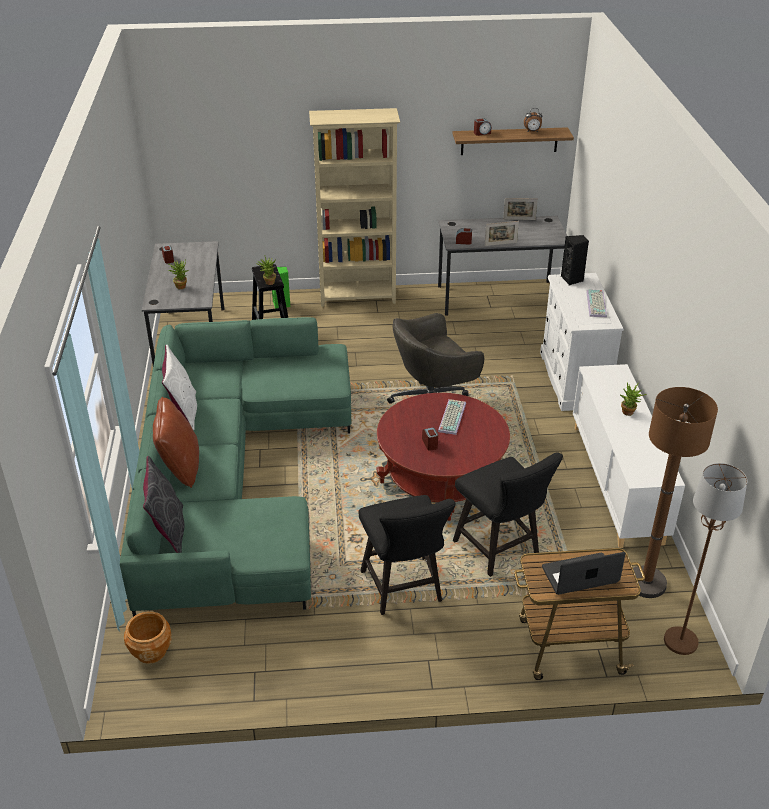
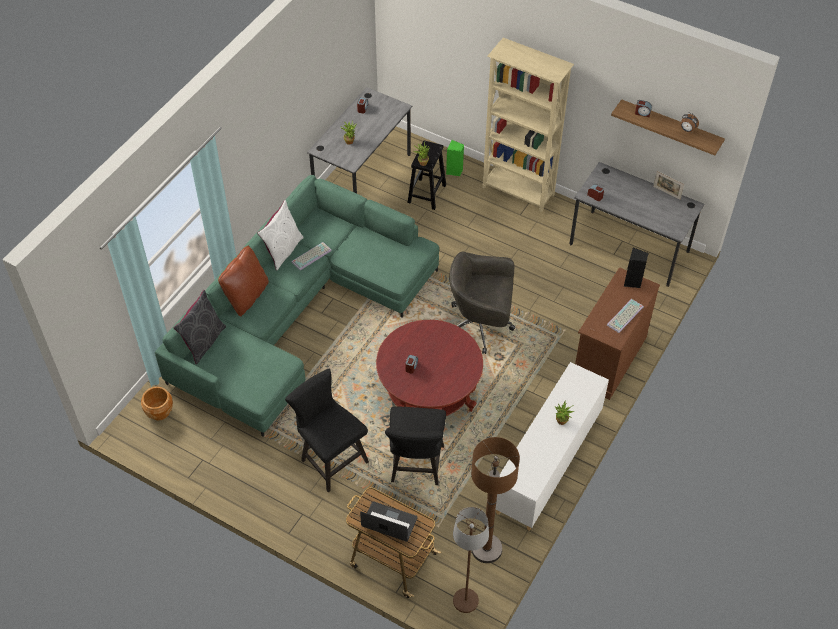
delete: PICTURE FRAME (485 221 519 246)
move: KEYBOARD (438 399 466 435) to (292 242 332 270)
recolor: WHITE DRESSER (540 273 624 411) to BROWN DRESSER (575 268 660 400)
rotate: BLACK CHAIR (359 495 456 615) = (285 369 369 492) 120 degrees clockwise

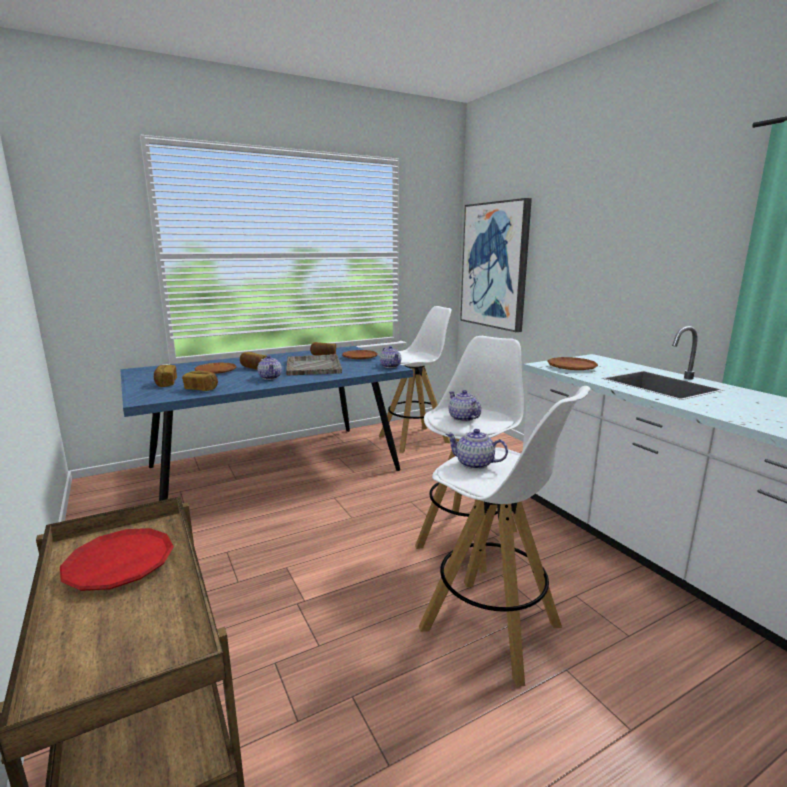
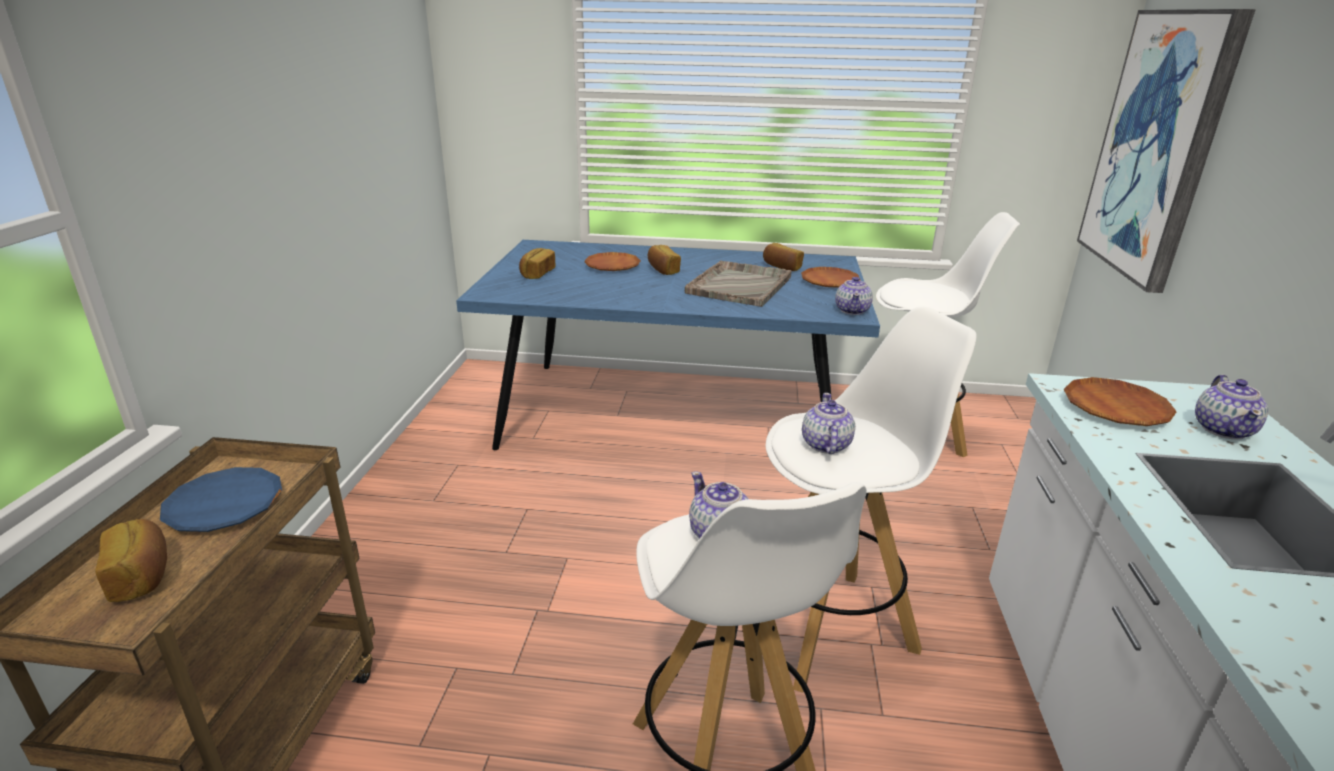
move: TEAPOT (257 355 282 380) to (1195 374 1268 439); BREAD (182 371 218 391) to (95 519 167 602)
recolor: RED PLATE (60 528 174 591) to BLUE PLATE (160 467 282 532)

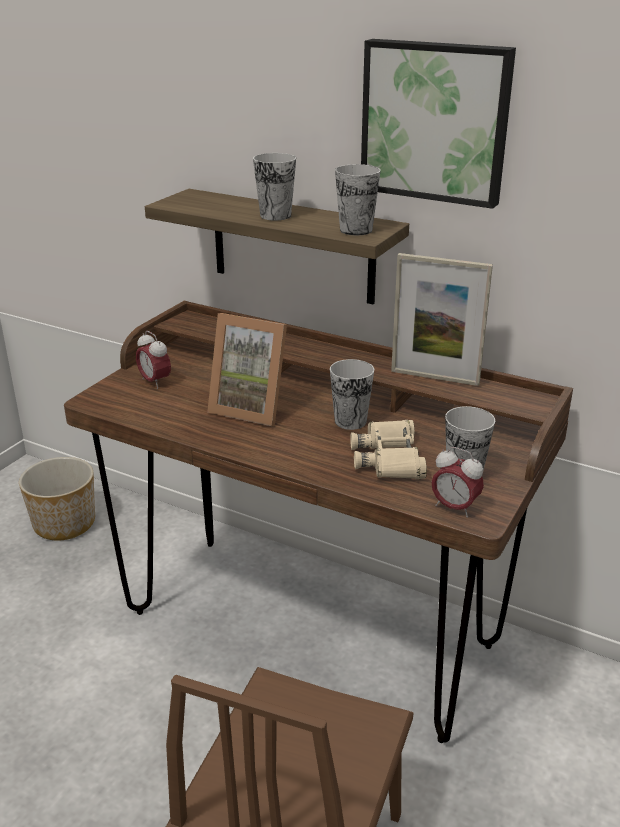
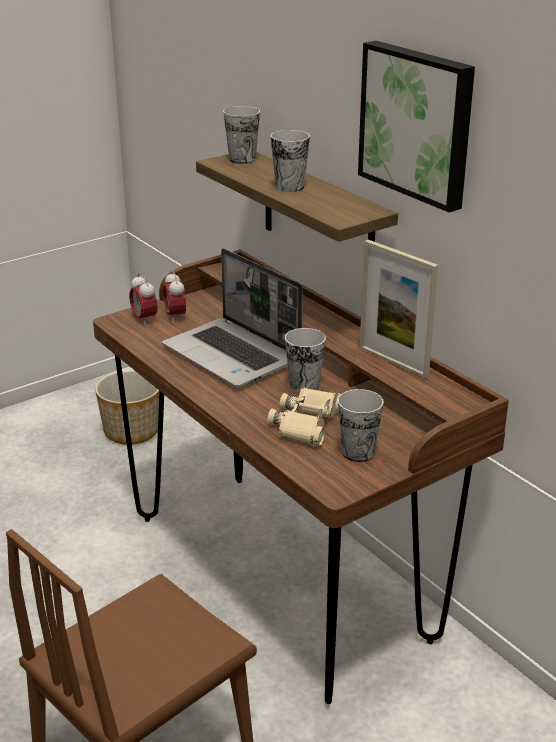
move: CUP (335 164 381 235) to (223 106 260 164); ALARM CLOCK (431 447 484 518) to (129 273 158 325)
replace: PICTURE FRAME (207 313 287 426) to LAPTOP (162 248 303 387)

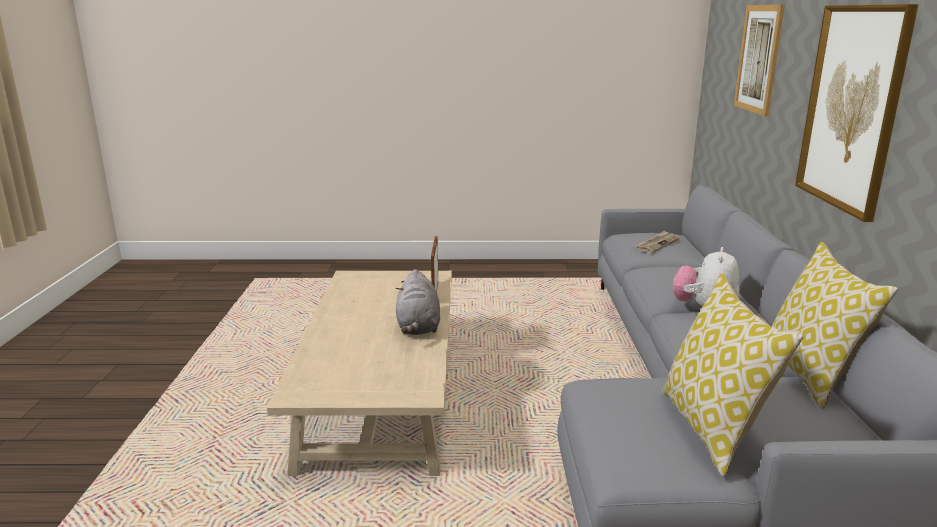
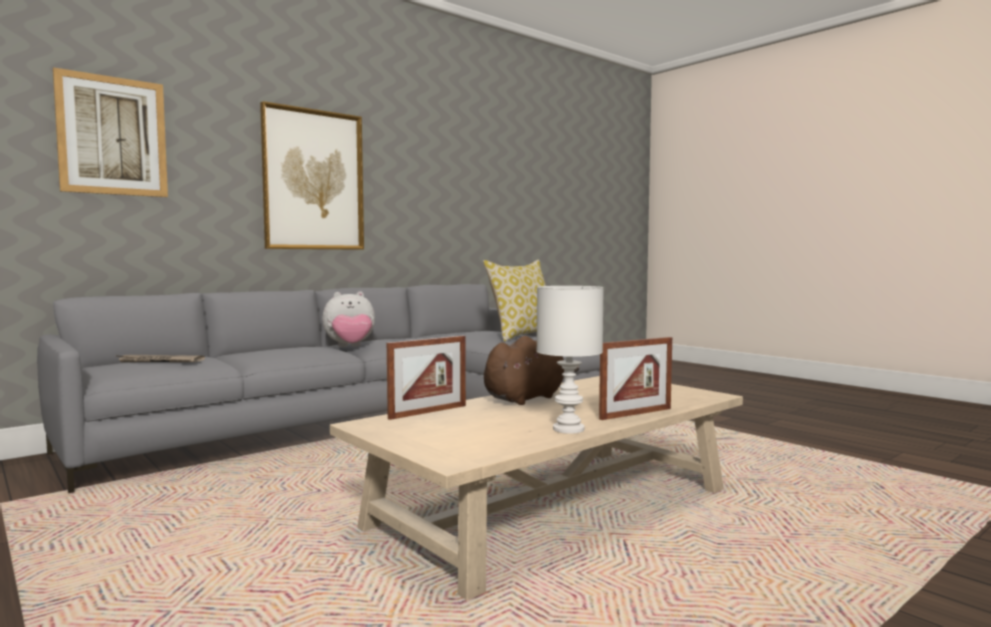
delete: PILLOW (772 242 898 409)
insert: WHITE TABLE LAMP (537 286 604 434); PICTURE FRAME (599 337 672 420)
recolor: GREY PLUSH TOY (396 269 440 335) to BROWN PLUSH TOY (484 336 579 405)

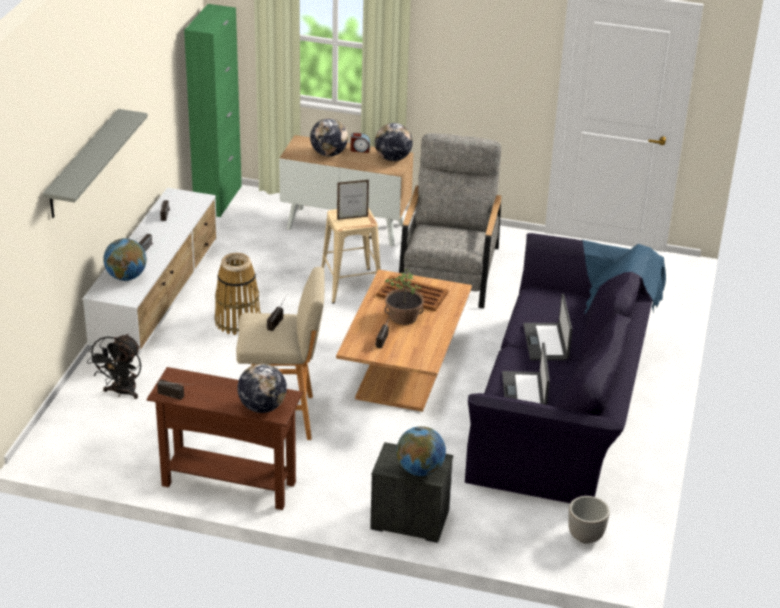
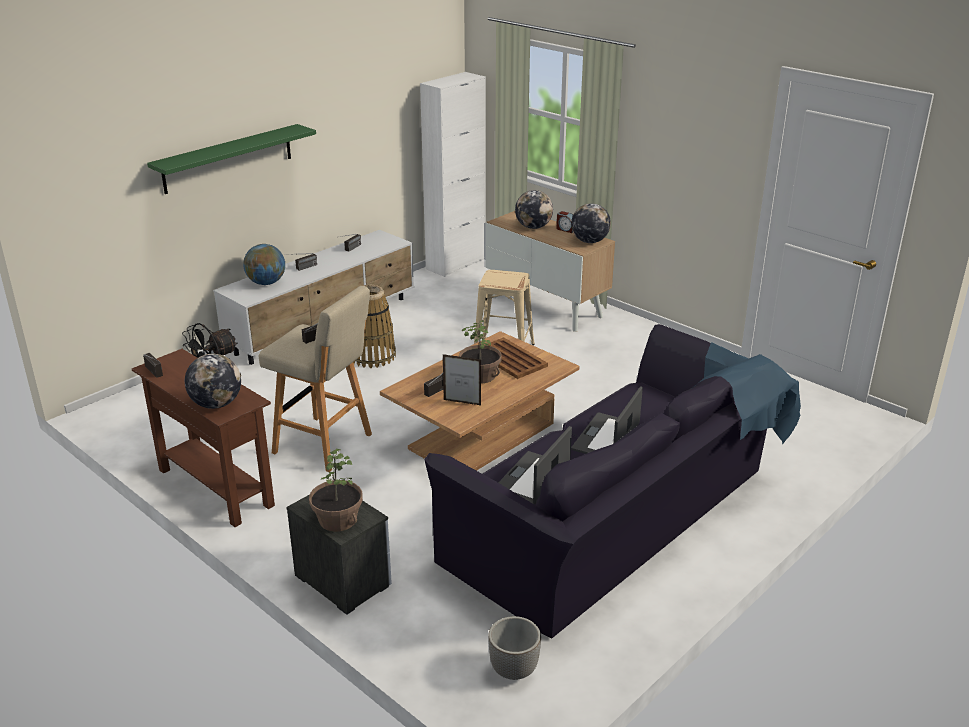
delete: GREY ARMCHAIR (399 133 501 308)
move: PICTURE FRAME (337 180 369 220) to (443 354 481 405)
replace: GLOBE (396 426 446 476) to POTTED PLANT (309 449 363 532)
recolor: GREEN CABINET (184 4 242 217) to WHITE CABINET (420 72 486 277); GREY SHELF (43 109 148 218) to GREEN SHELF (147 124 316 194)

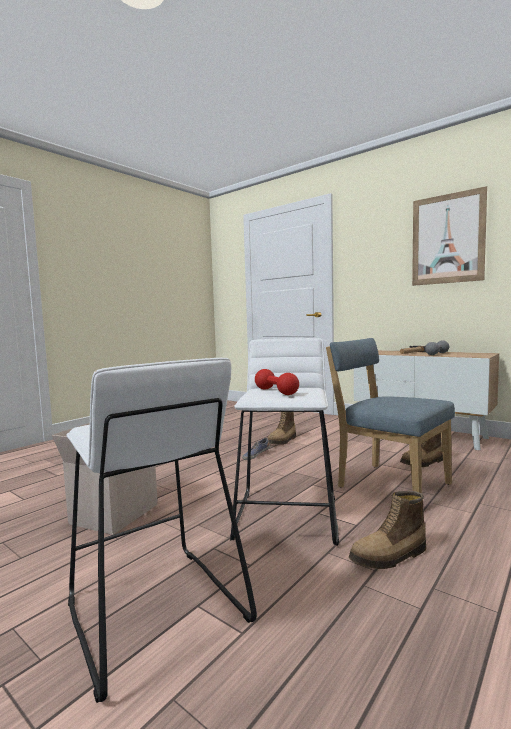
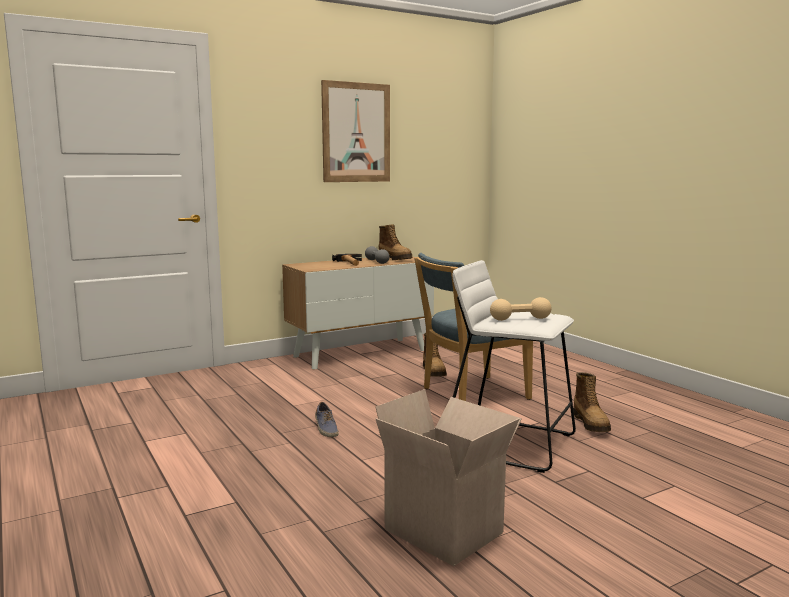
delete: WHITE STOOL (67 358 257 703)
move: BOOT (267 412 296 445) to (379 224 413 260)
recolor: RED DUMBBELL (255 369 299 395) to BEIGE DUMBBELL (490 297 552 321)

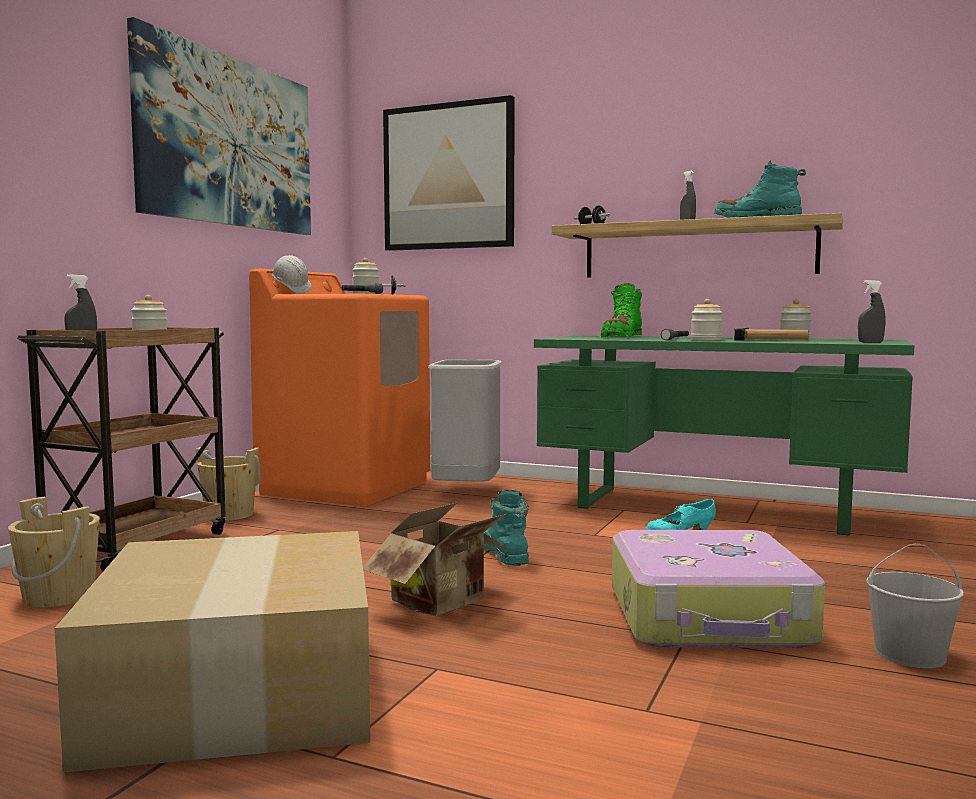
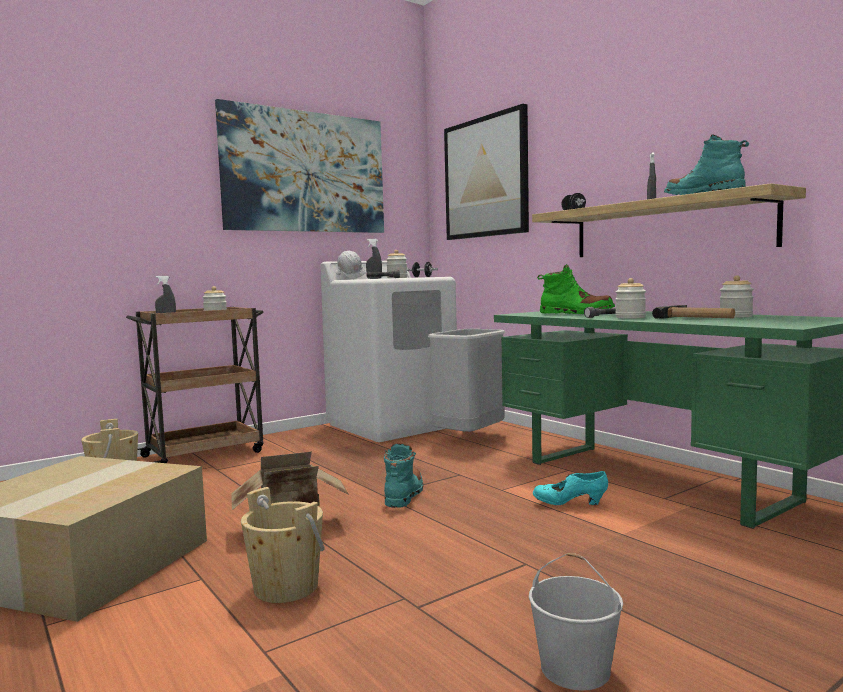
delete: SUITCASE (612 530 825 648)
move: GREY SPRAY BOTTLE (858 280 885 343) to (366 239 382 279); BEIGE BUCKET (196 446 260 521) to (241 487 325 603)
recolor: ORANGE WASHING MACHINE (249 269 430 507) to WHITE WASHING MACHINE (320 261 457 442)
rotate: GREEN BOOT (601 283 642 338) = (537 264 615 314) 120 degrees counterclockwise

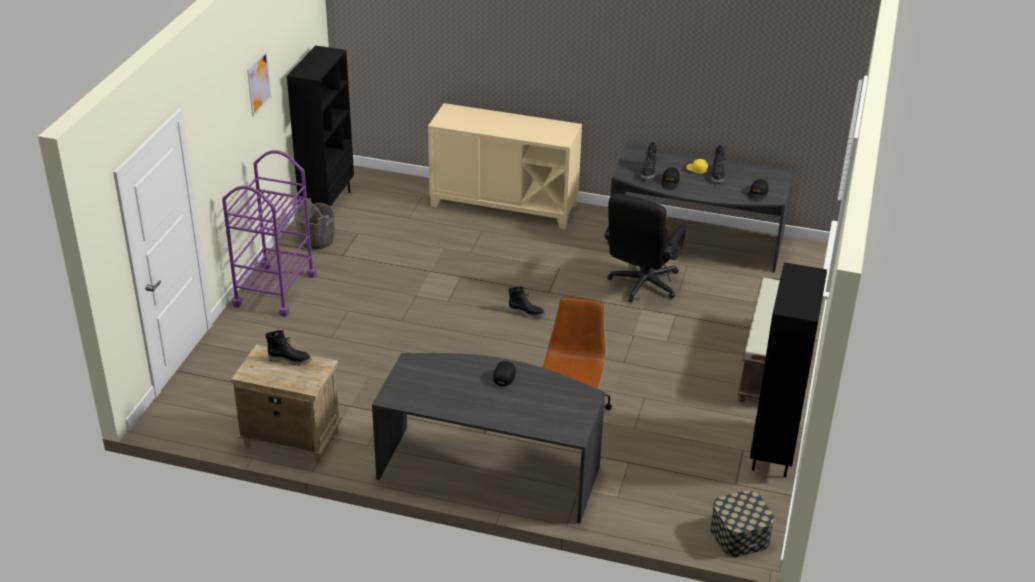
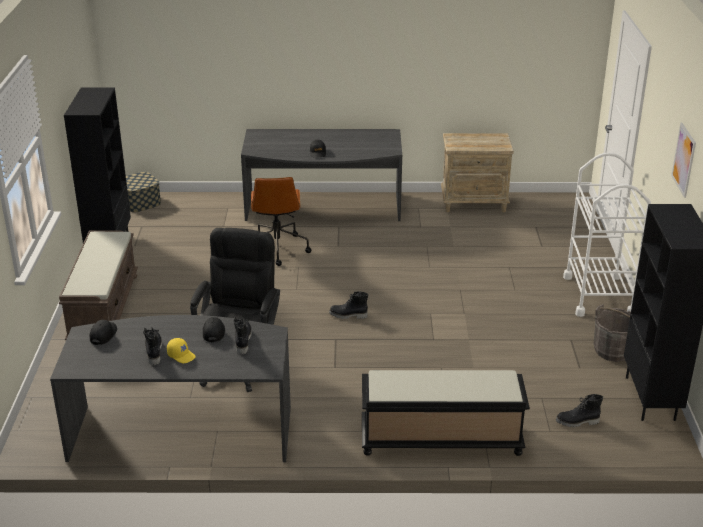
move: BLACK BOOT (265 330 311 366) to (556 394 603 427)
replace: BEIGE CABINET (428 103 582 229) to BLACK BENCH (362 370 530 456)
recolor: PURPLE CART (222 150 316 317) to WHITE CART (563 152 651 317)

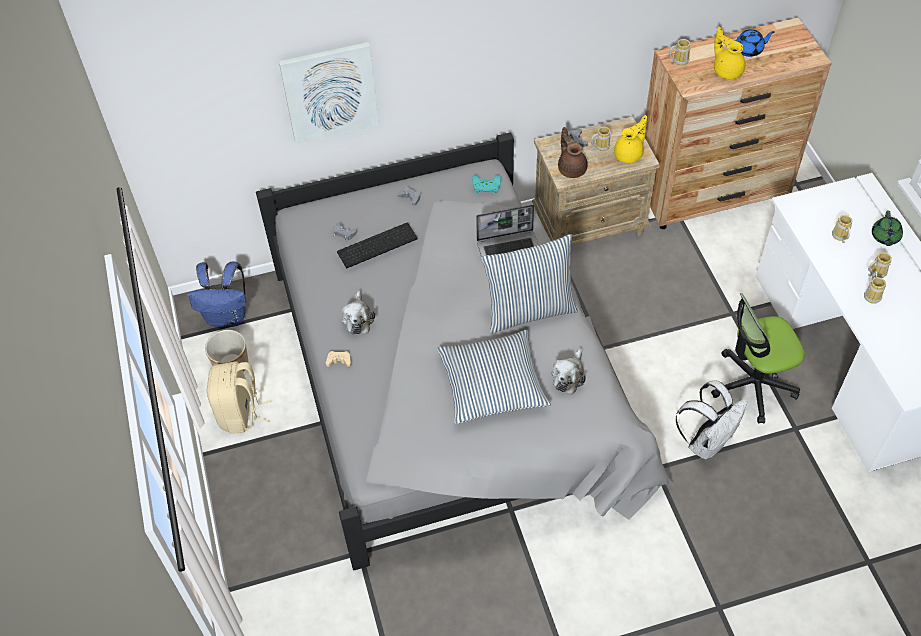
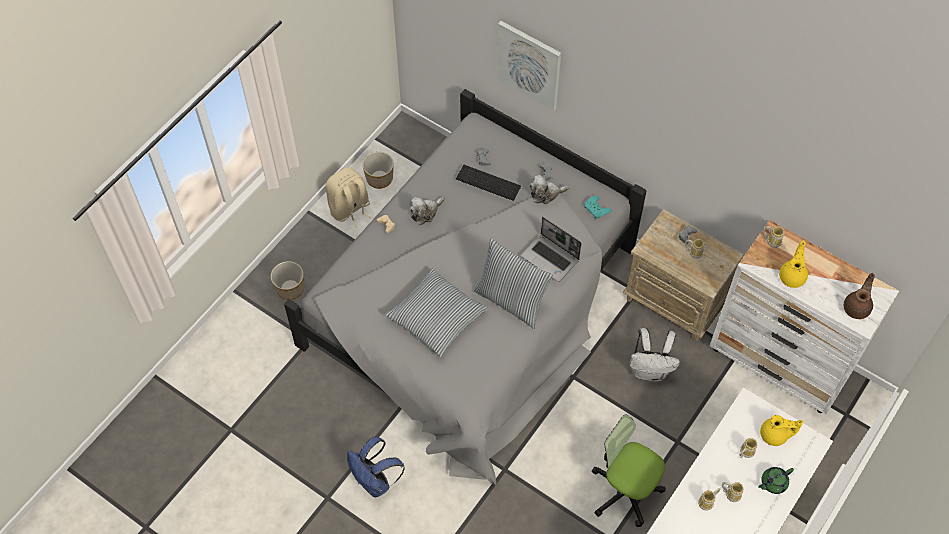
delete: BLUE TEAPOT (734 29 775 57)
insert: PLANTER (271 261 304 300)
move: YELLOW TEAPOT (614 115 647 163) to (760 415 803 446); BROWN TEAPOT (558 127 588 178) to (844 273 875 319); BLUE BACKPACK (188 262 246 327) to (347 437 405 497); PLUSH TOY (552 348 586 395) to (529 175 569 204); WHITE BACKPACK (676 381 747 459) to (629 328 680 381)
recolor: BROWN DRESSER (645 18 832 229) to WHITE DRESSER (710 220 899 415)

